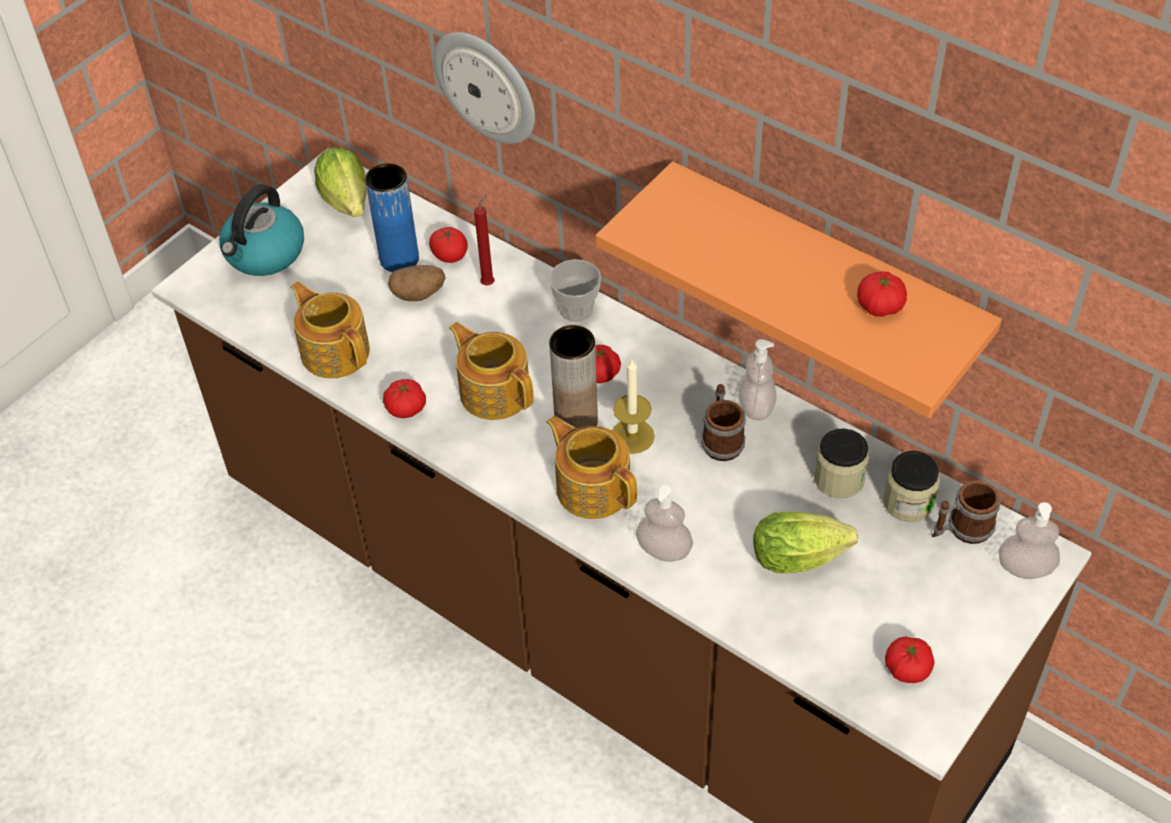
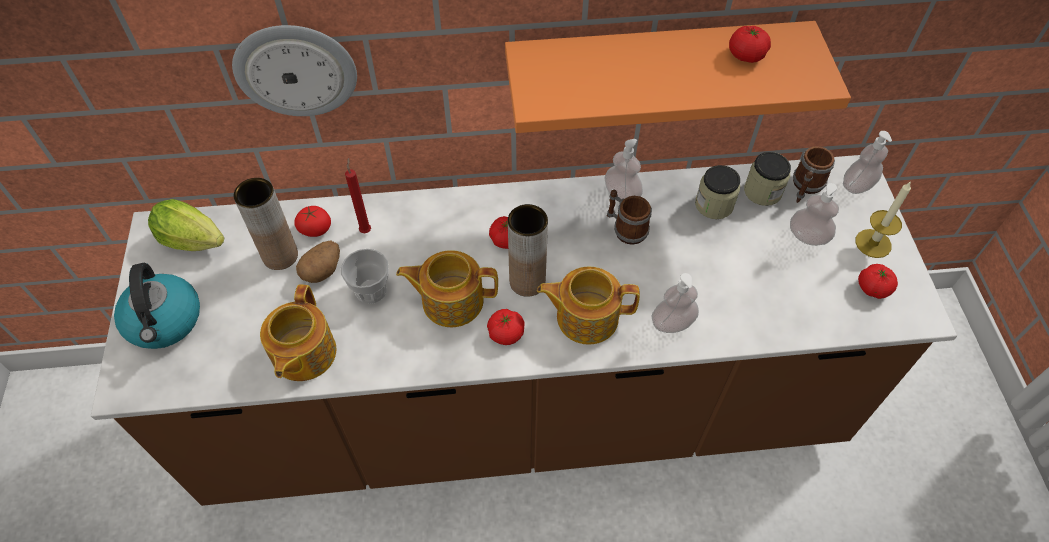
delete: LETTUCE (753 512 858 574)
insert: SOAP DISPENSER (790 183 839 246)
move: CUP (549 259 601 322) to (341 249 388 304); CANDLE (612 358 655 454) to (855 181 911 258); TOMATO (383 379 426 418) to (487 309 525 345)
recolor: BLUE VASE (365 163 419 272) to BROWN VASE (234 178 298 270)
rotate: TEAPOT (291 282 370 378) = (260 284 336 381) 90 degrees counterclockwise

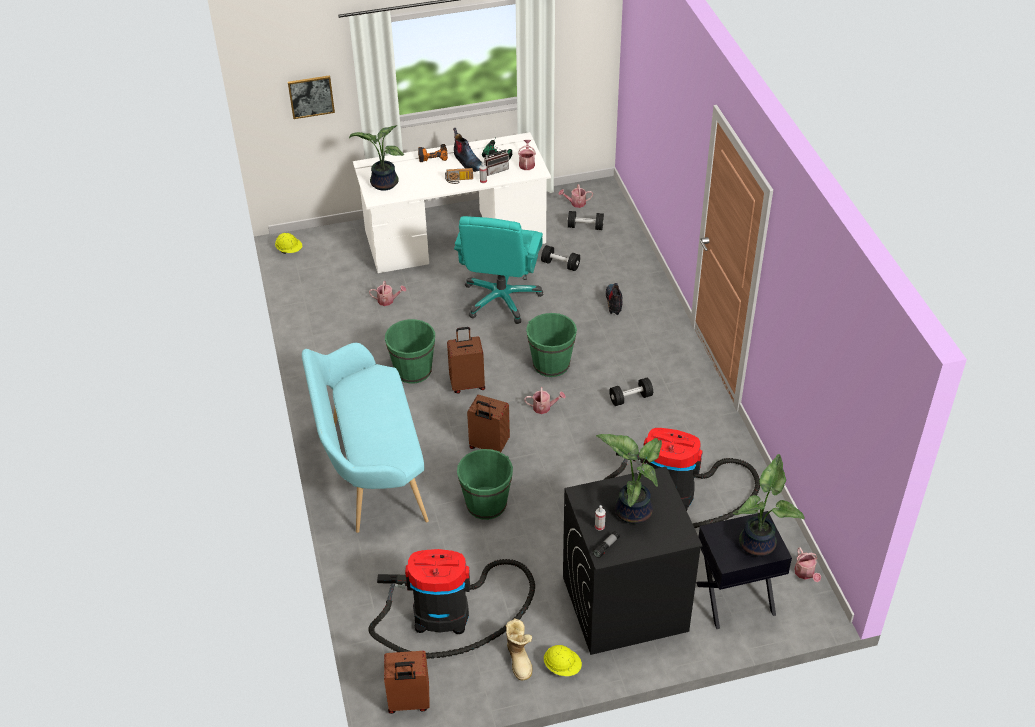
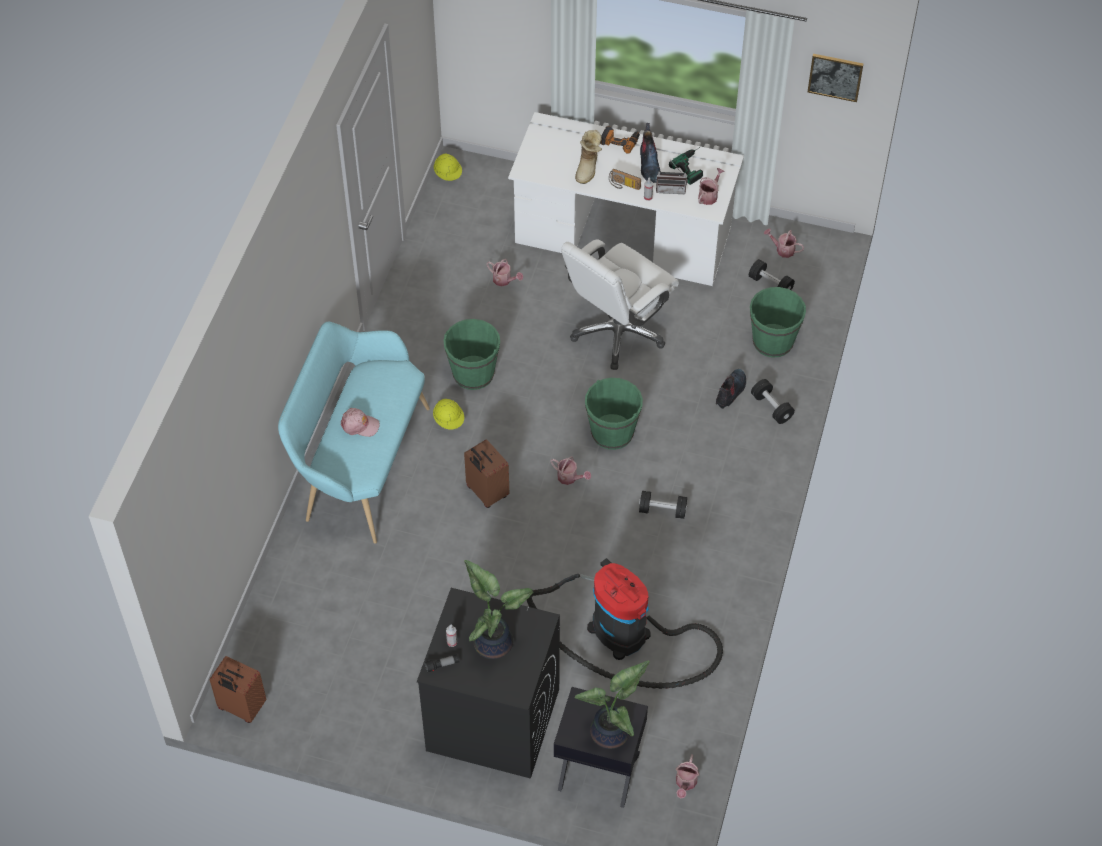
delete: POTTED PLANT (349 125 404 191); BROWN SUITCASE (447 327 485 393); VACUUM CLEANER (368 549 535 659)
insert: PINK CAP (340 408 380 437)
move: PICTURE (288 75 335 119) to (808 54 864 102); BLACK DUMBBELL (541 245 580 271) to (751 379 795 424); GREEN BUCKET (457 449 513 520) to (750 287 806 357); BOOT (506 618 533 681) to (575 130 602 184); YELLOW HARD HAT (544 645 582 676) to (433 399 464 430)
recolor: TURQUOISE OFFICE CHAIR (454 216 544 324) to WHITE OFFICE CHAIR (561 239 679 370)

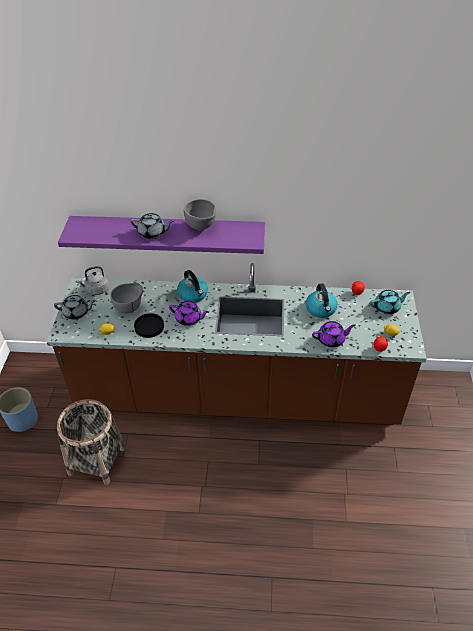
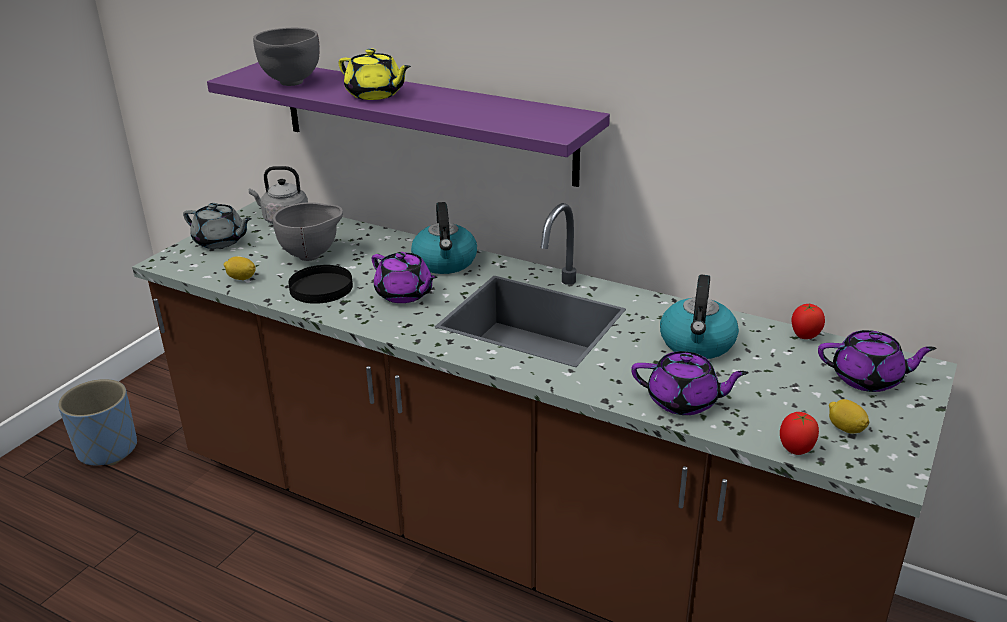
delete: BASKET (57 399 126 485)
move: GREY BOWL (184 199 216 231) to (253 28 319 86)
recolor: GREY TEAPOT (130 213 174 239) to YELLOW TEAPOT (338 48 411 100); TURQUOISE TEAPOT (370 290 410 314) to PURPLE TEAPOT (818 330 937 392)

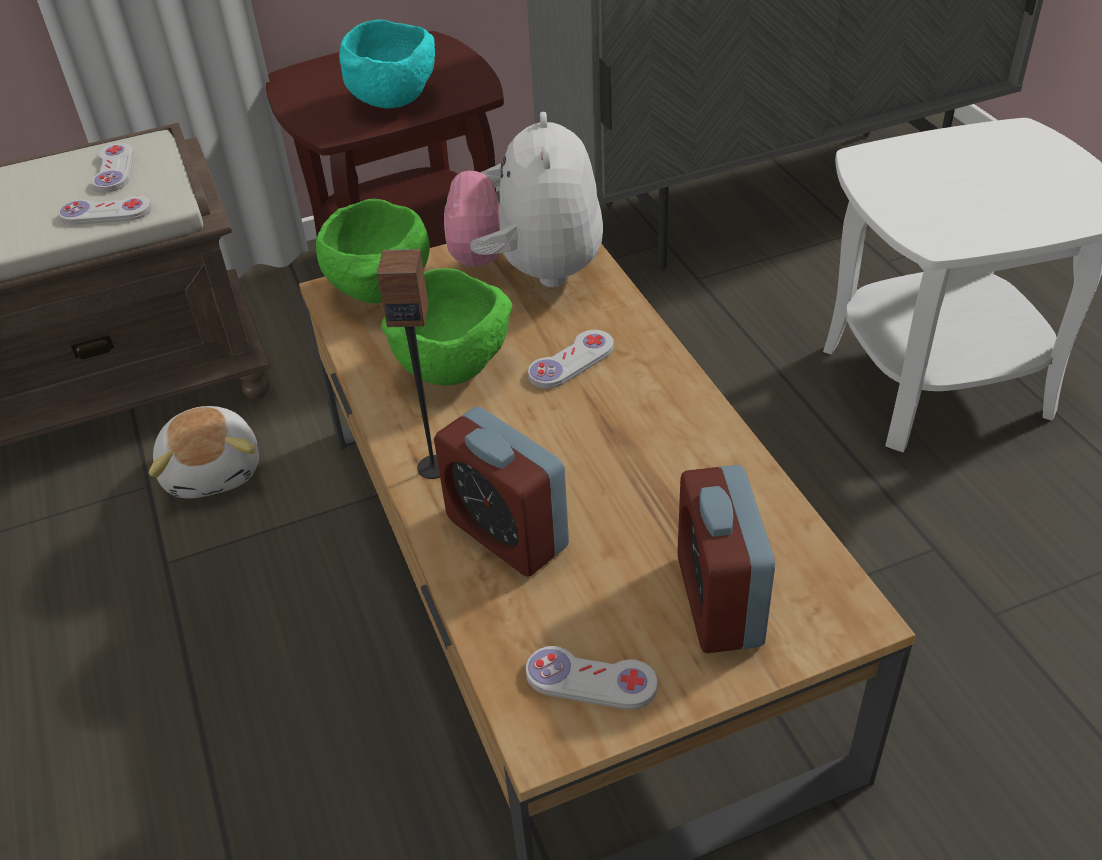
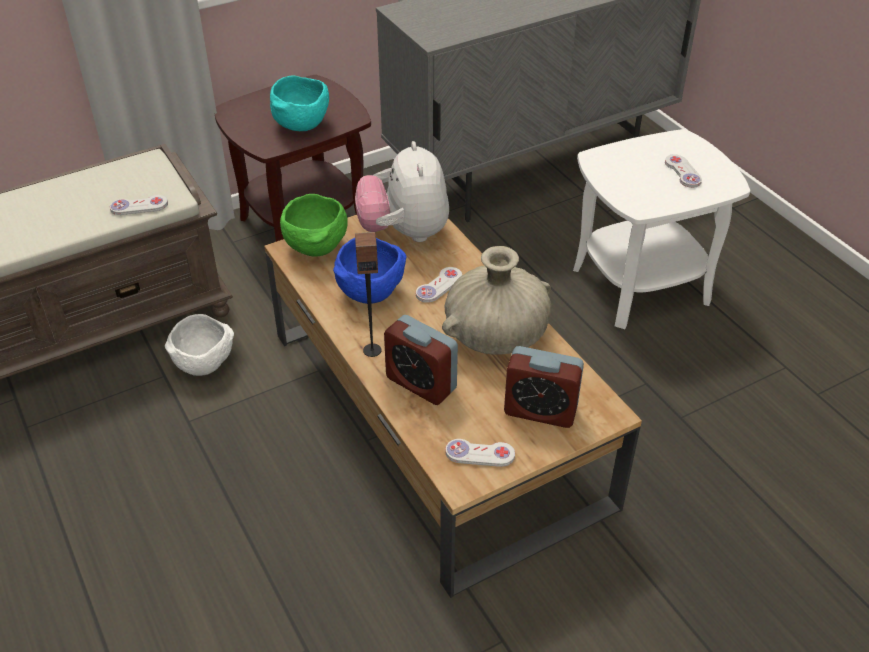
insert: BEIGE VASE (442 246 551 355)
move: WHITE GAME CONTROLLER (91 143 134 192) to (665 154 702 188)
replace: PLUSH TOY (149 406 259 499) to WHITE BOWL (165 314 234 376)
recolor: GREEN BOWL (381 268 512 386) to BLUE BOWL (333 238 406 304)
rotate: ALARM CLOCK (678 465 775 653) = (504 346 584 428) 60 degrees counterclockwise

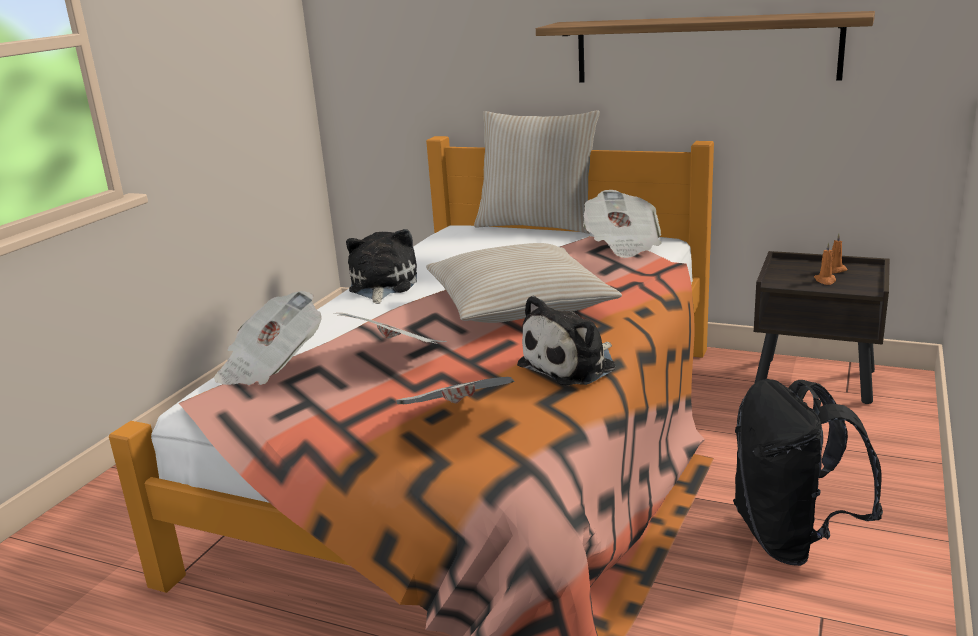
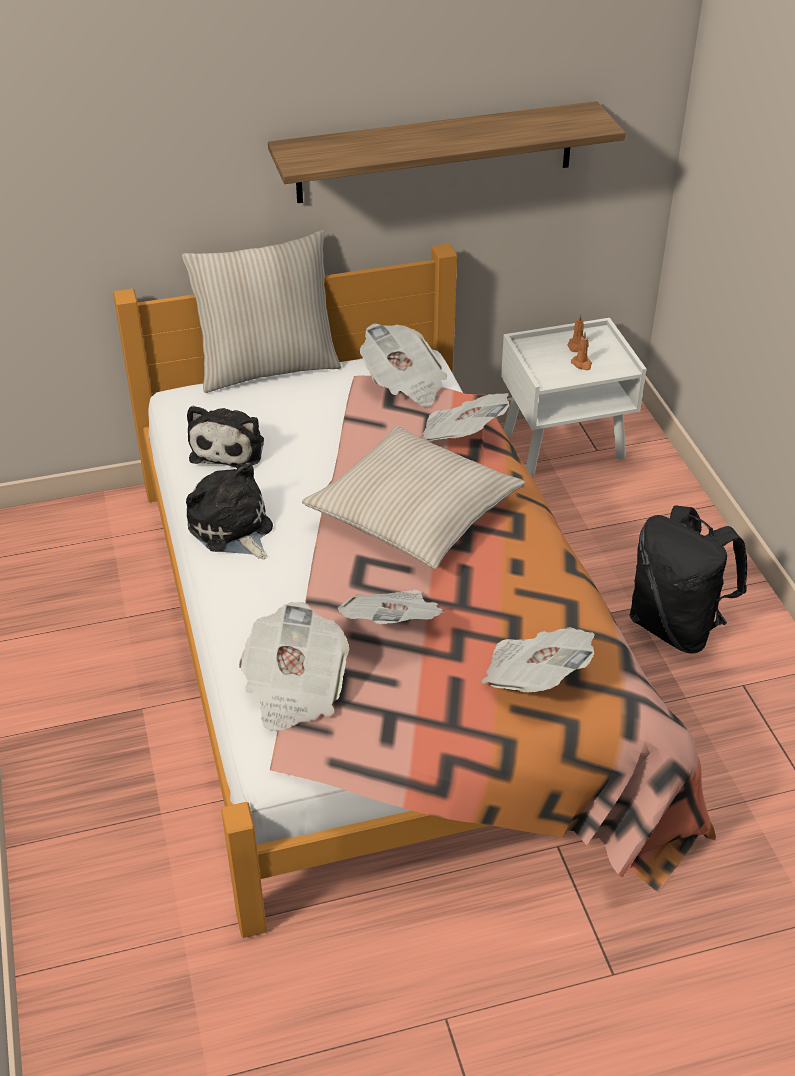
insert: NEWSPAPER (421 393 509 441)
move: PLUSH TOY (517 295 616 385) to (187 406 264 468)
recolor: BROWN NIGHTSTAND (754 251 890 404) to WHITE NIGHTSTAND (501 318 646 476)

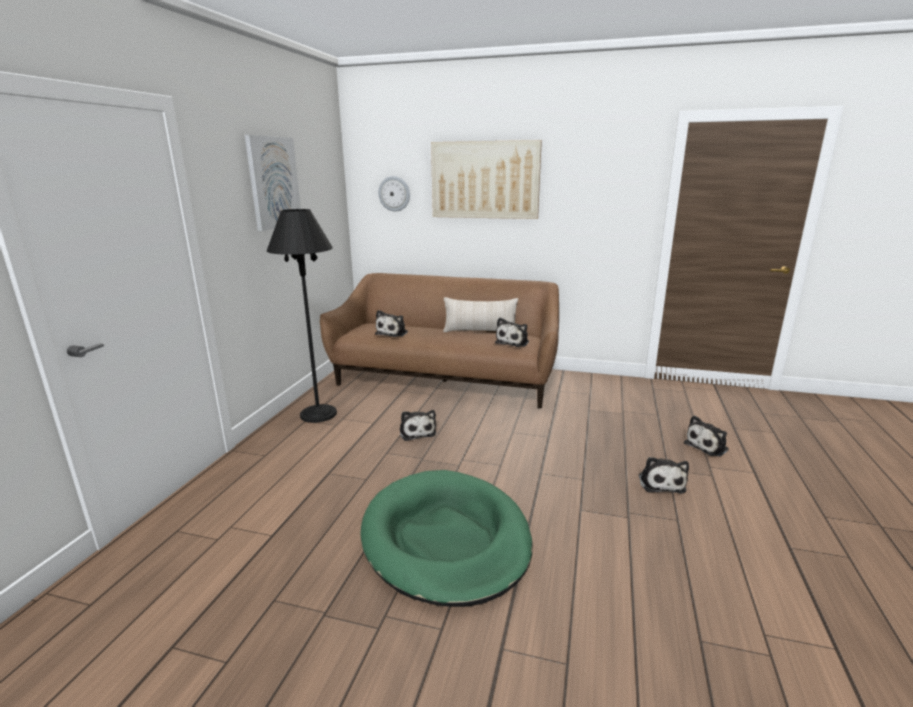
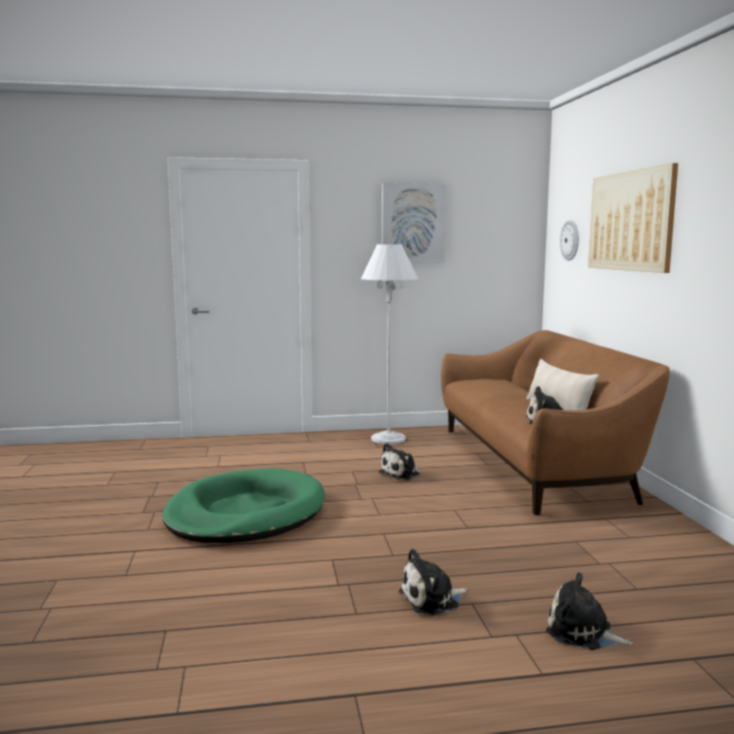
delete: PLUSH TOY (375 310 408 337)
recolor: BLACK FLOOR LAMP (267 209 337 423) to WHITE FLOOR LAMP (361 244 418 444)

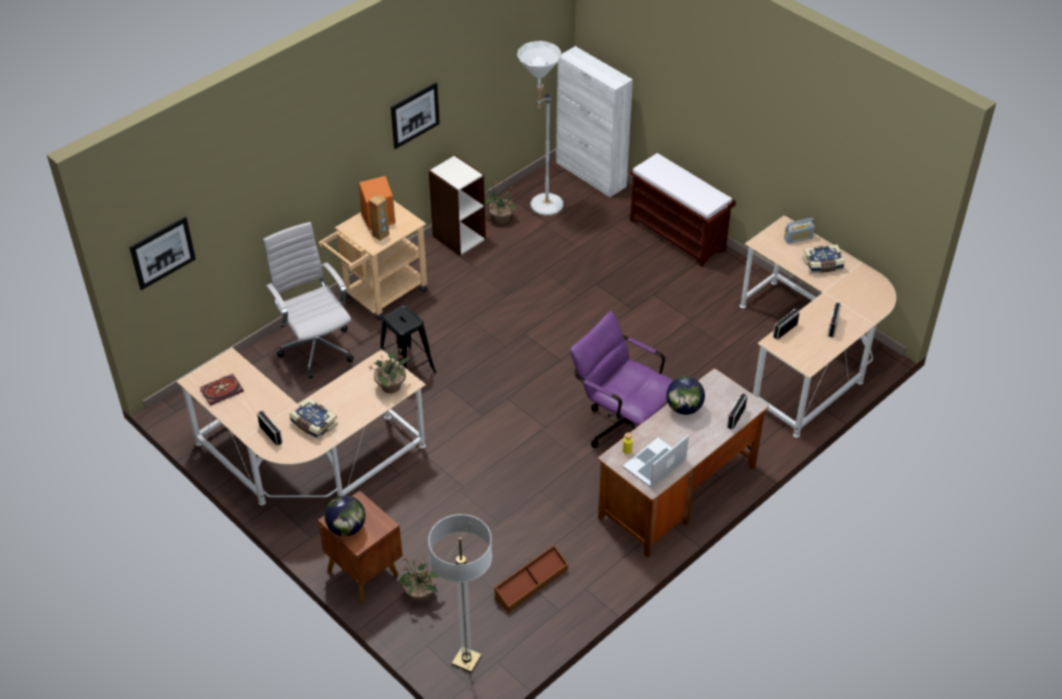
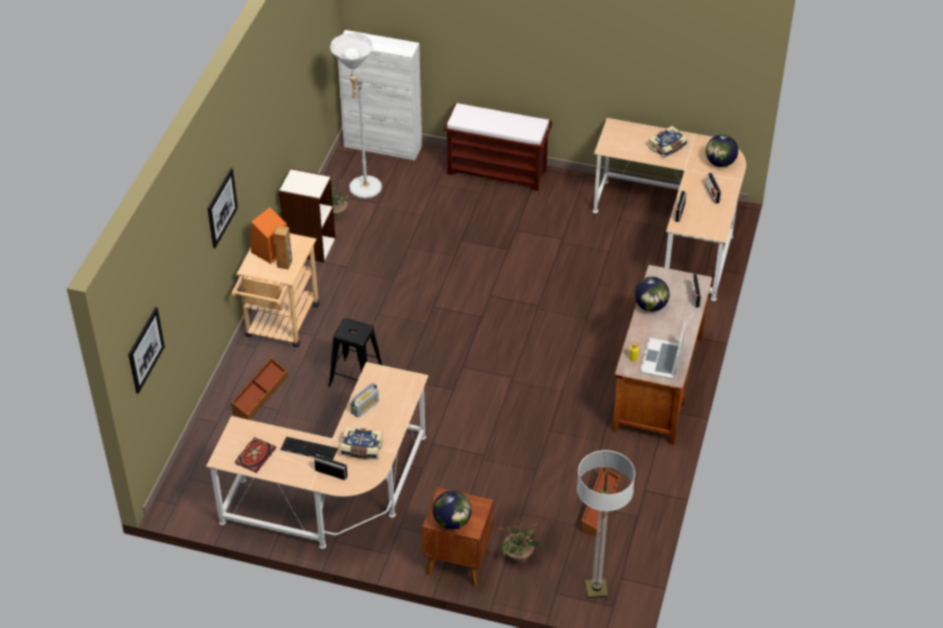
delete: PURPLE OFFICE CHAIR (570 311 674 448); POTTED PLANT (369 342 410 393)
insert: GLOBE (706 135 738 167); KEYBOARD (280 437 338 460)
move: PICTURE (391 82 440 149) to (207 168 238 248); RADIO (784 218 815 244) to (350 383 379 418)
replace: WHITE OFFICE CHAIR (263 222 354 379) to BROWN STORAGE BOX (231 358 288 420)

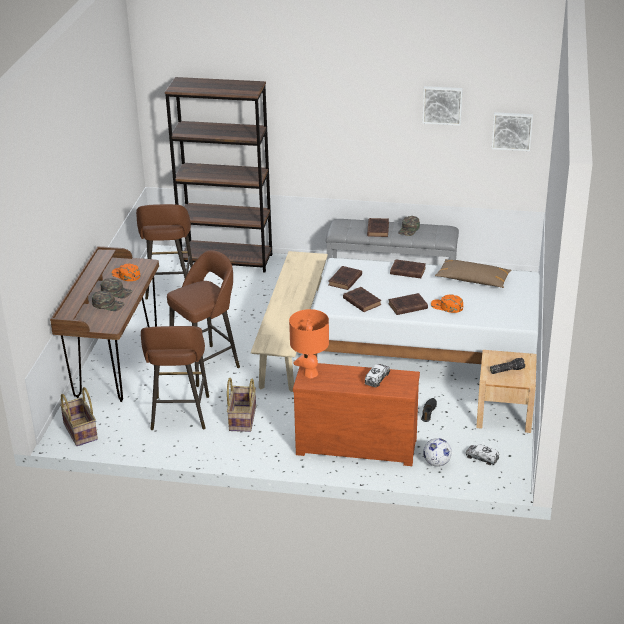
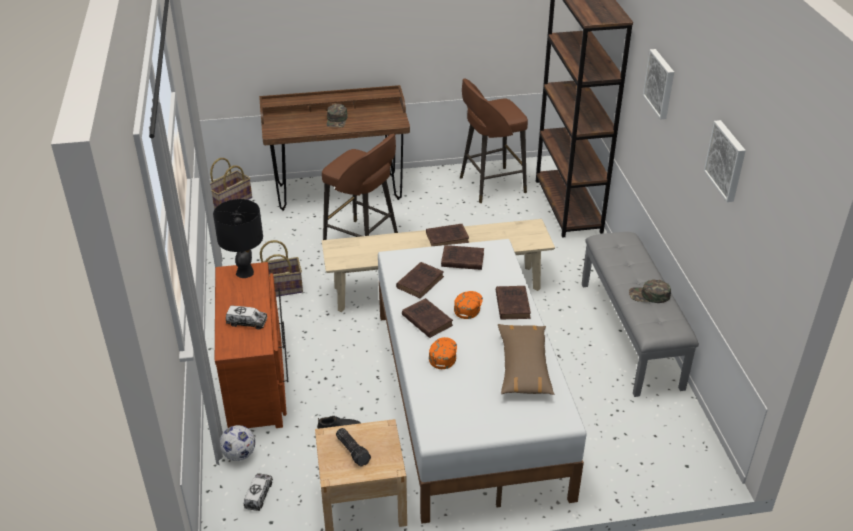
delete: GREEN CAP (92 291 125 311); BROWN STOOL (141 326 209 430)
move: PICTURE (492 112 533 151) to (643 49 674 119); BROWN BOOK (367 218 389 237) to (426 224 469 246); ORANGE CAP (112 264 140 281) to (454 291 483 319)
recolor: ORANGE TABLE LAMP (289 309 329 378) to BLACK TABLE LAMP (213 199 263 278)

